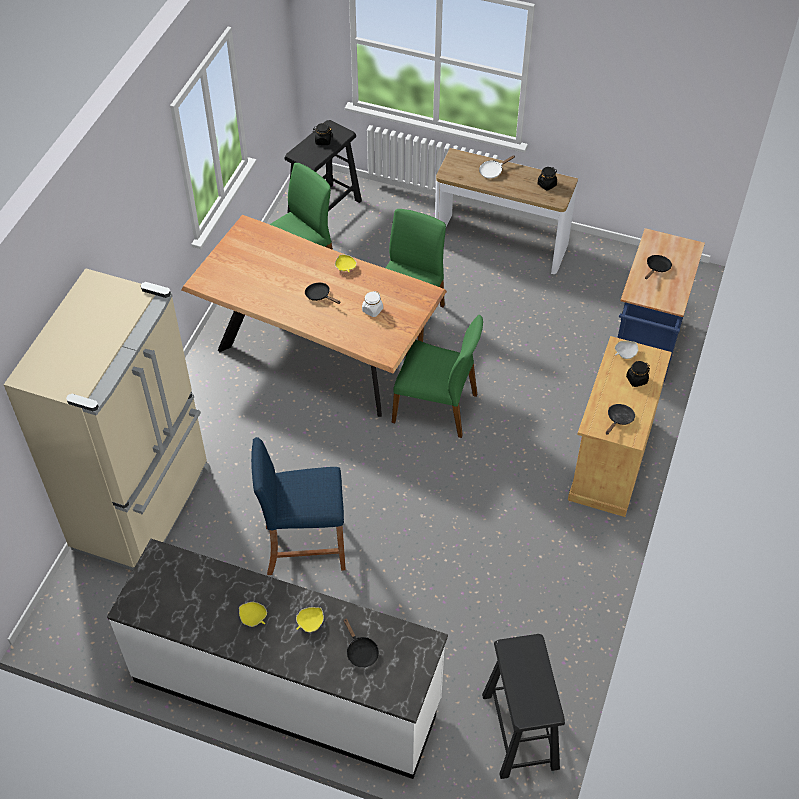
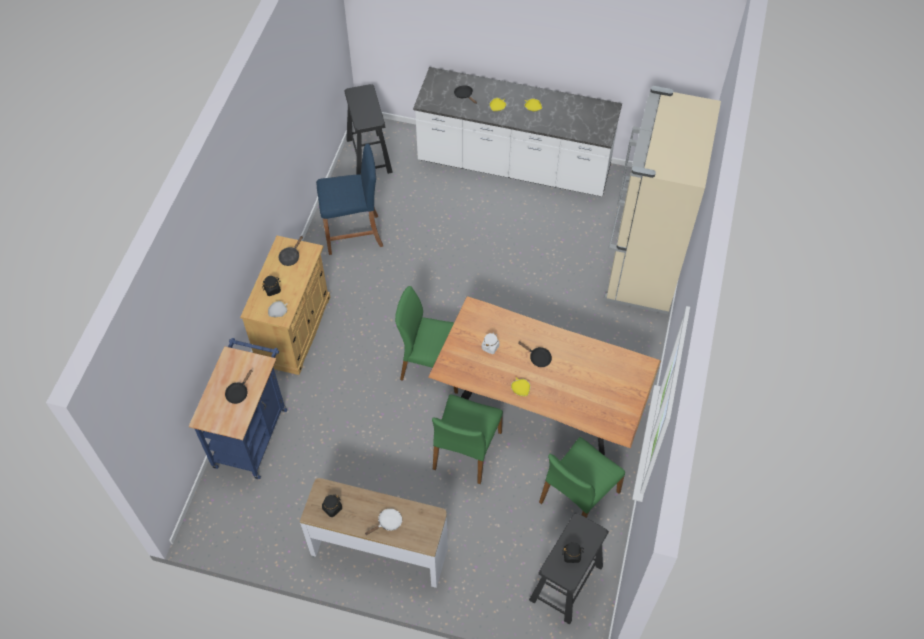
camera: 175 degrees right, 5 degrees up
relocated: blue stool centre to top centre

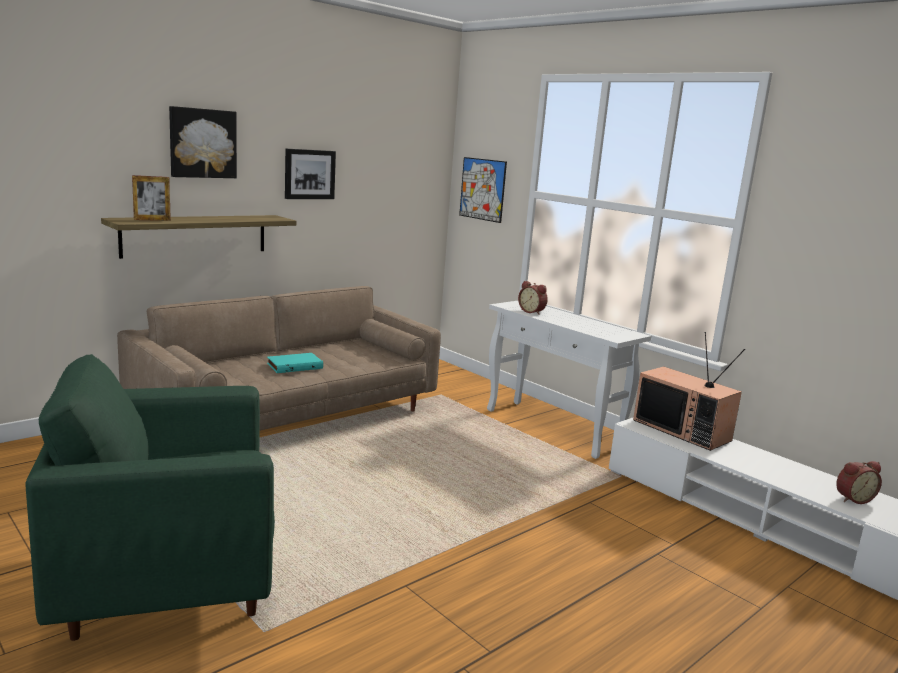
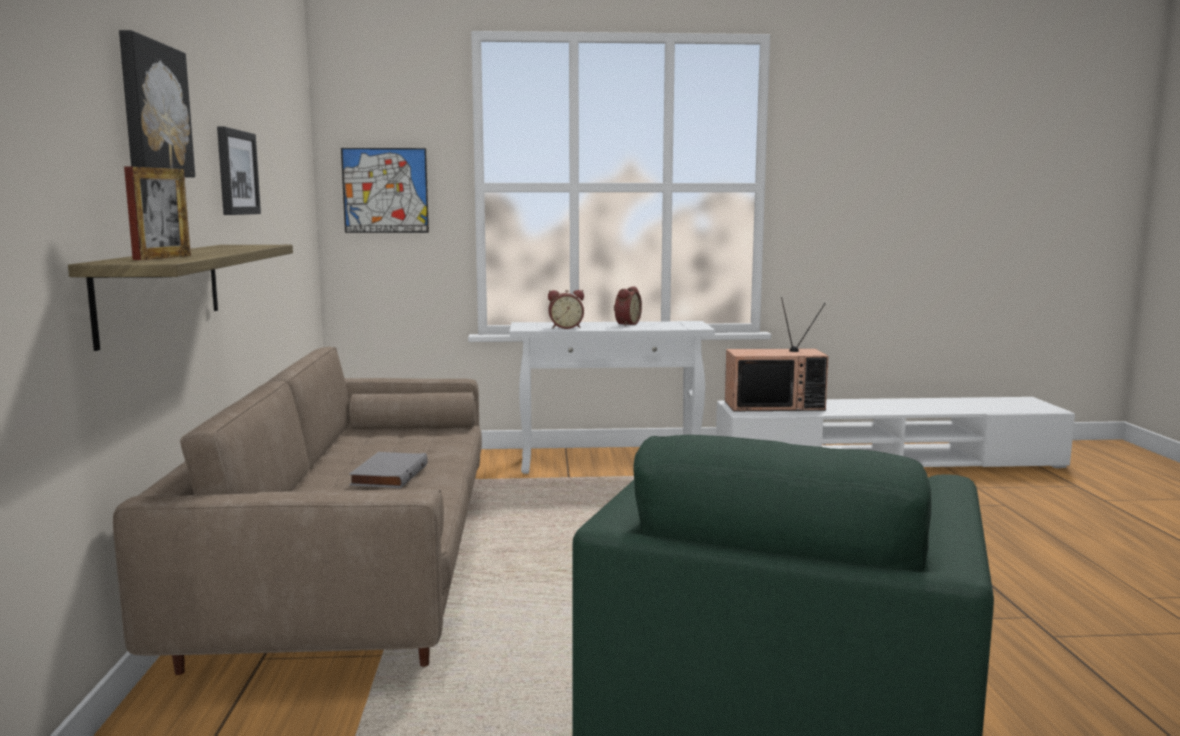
camera: 50 degrees left, 5 degrees down
relocated: alarm clock (no. 2 from left) bottom right to centre
colour: turquoise book middle left to grey book middle left

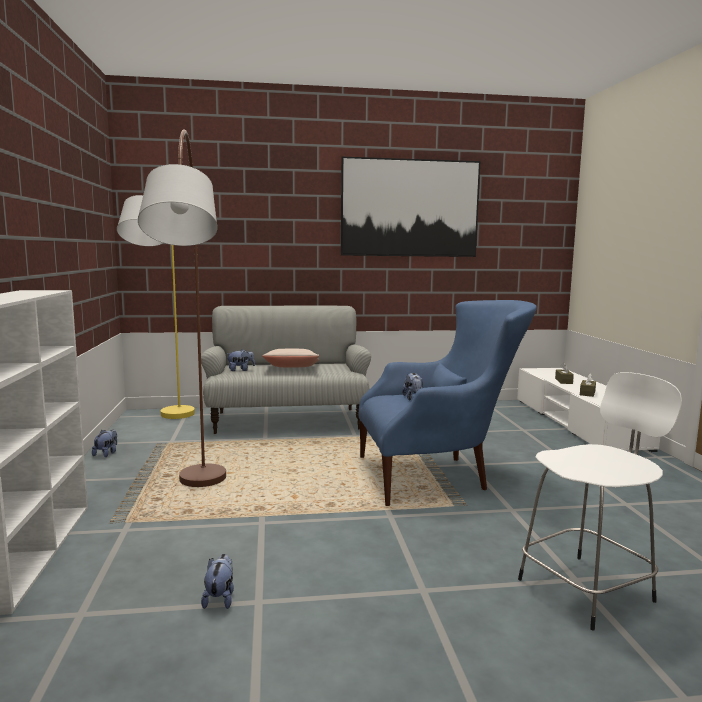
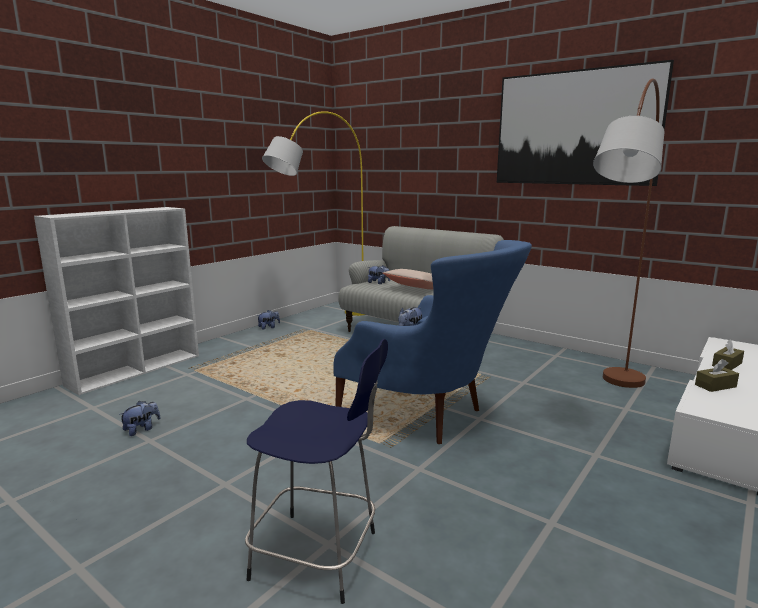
camera: 45 degrees right, 5 degrees up
relocated: brown floor lamp middle left to middle right
colour: white stool bottom right to blue stool bottom centre

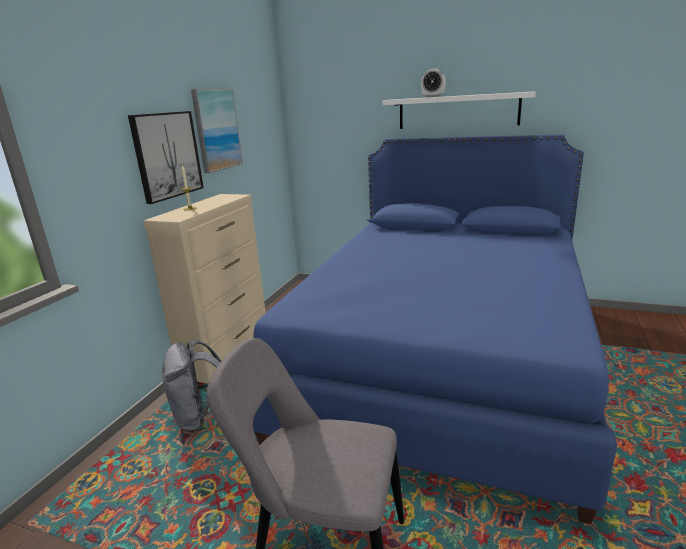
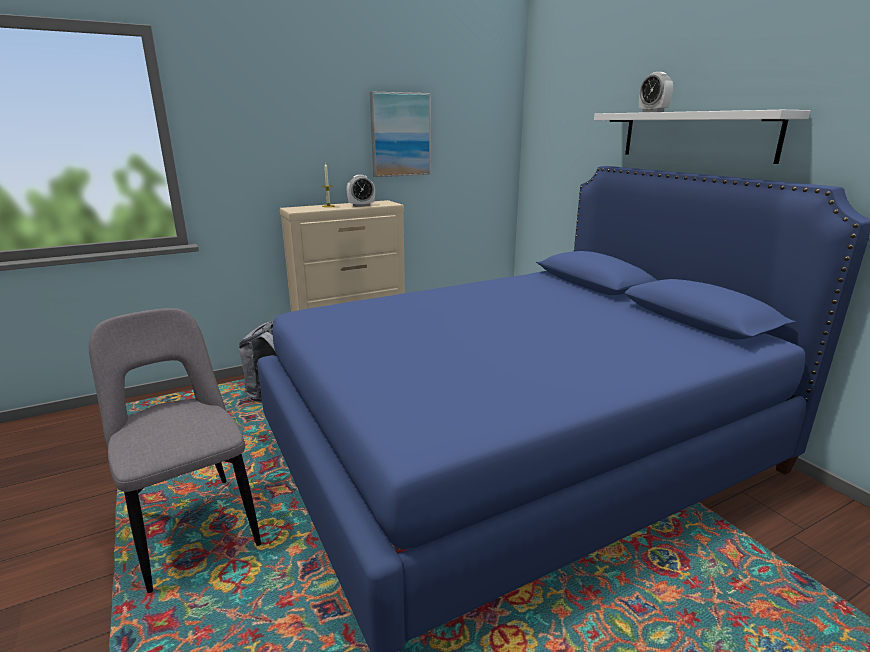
camera: 40 degrees right, 0 degrees up
missing: picture (no. 1 from left) top left
appeared: alarm clock (no. 1 from left) top centre

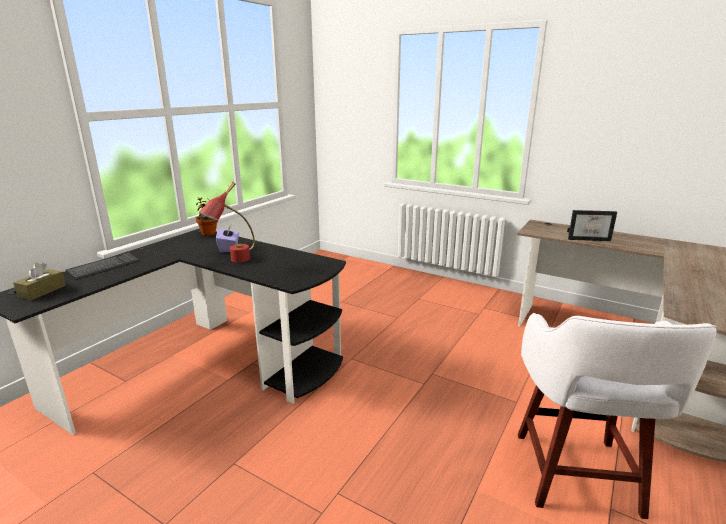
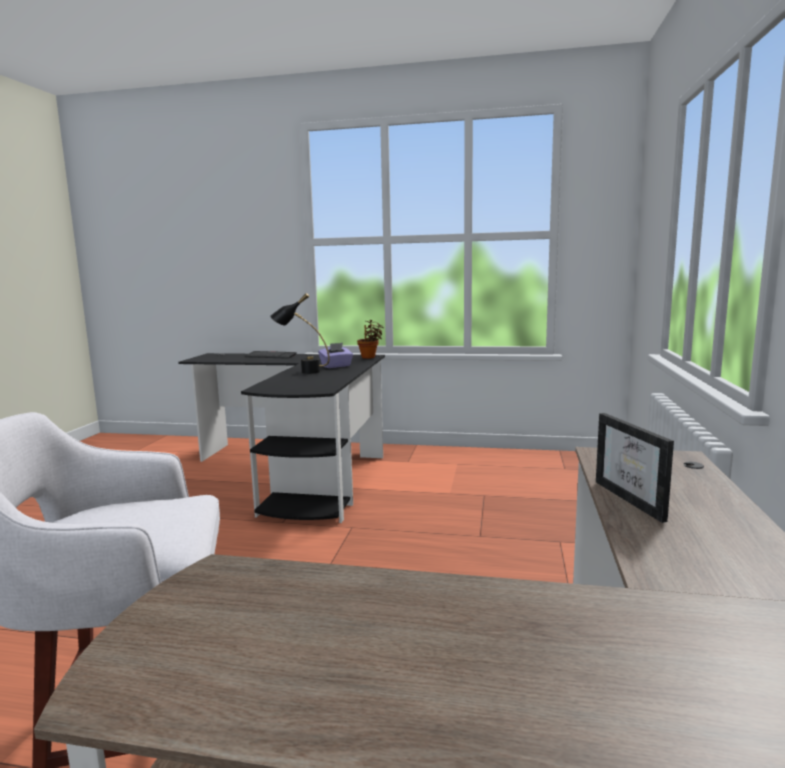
camera: 70 degrees right, 10 degrees down
missing: brown tissue box middle left
colour: red table lamp middle left to black table lamp centre

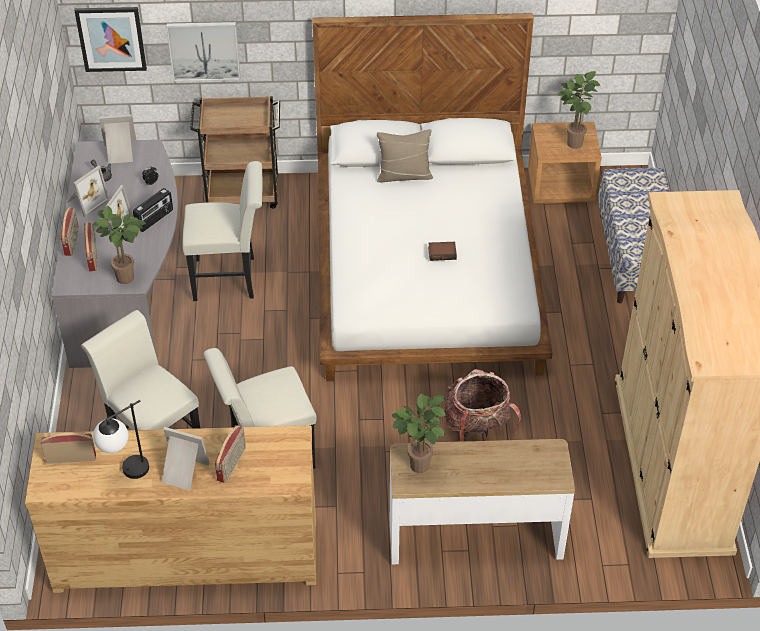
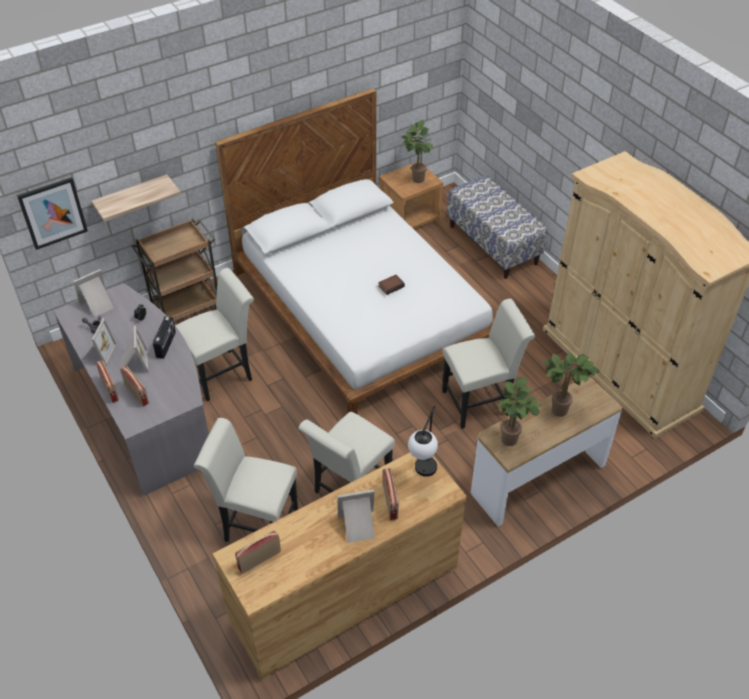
camera: 30 degrees left, 0 degrees up
missing: beige pillow top centre
relocated: potted plant (no. 1 from left in the first image) middle left to potted plant (no. 3 from left) middle right; table lamp bottom left to centre
exchanged: picture (no. 2 from left) top left to shelf top left; backpack centre to white chair (no. 4 from left) centre

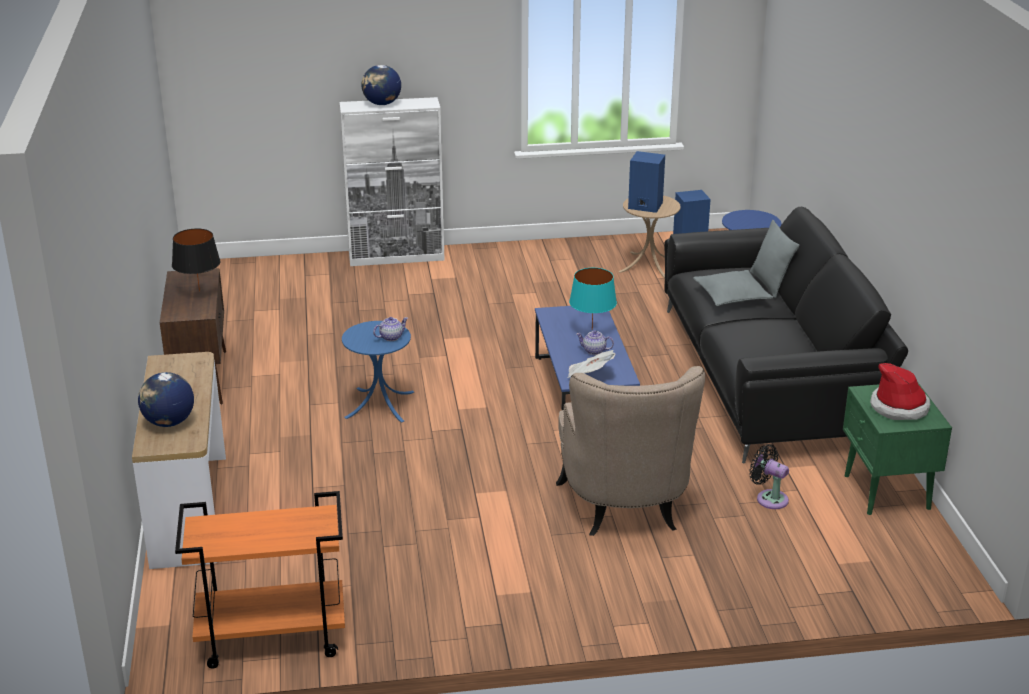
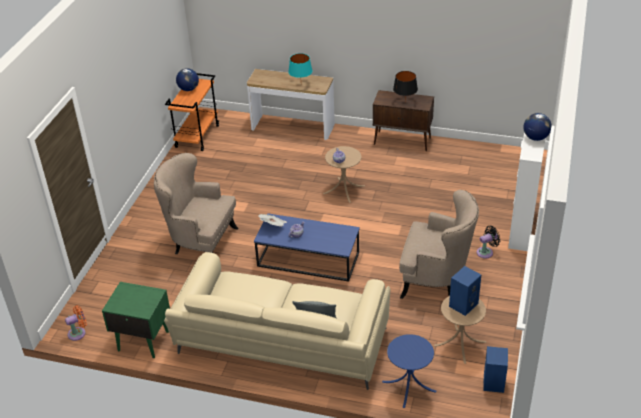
camera: 115 degrees right, 10 degrees up
missing: grey pillow (no. 1 from left) middle right; hat middle right
appeared: orange fan bottom left; beige armchair (no. 2 from left) middle right
relocated: globe (no. 1 from left) middle left to top left; turquoise table lamp centre to top centre; black fan bottom right to middle right
colour: blue side table (no. 1 from left) centre to beige side table (no. 1 from left) centre; black sofa middle right to beige sofa bottom centre

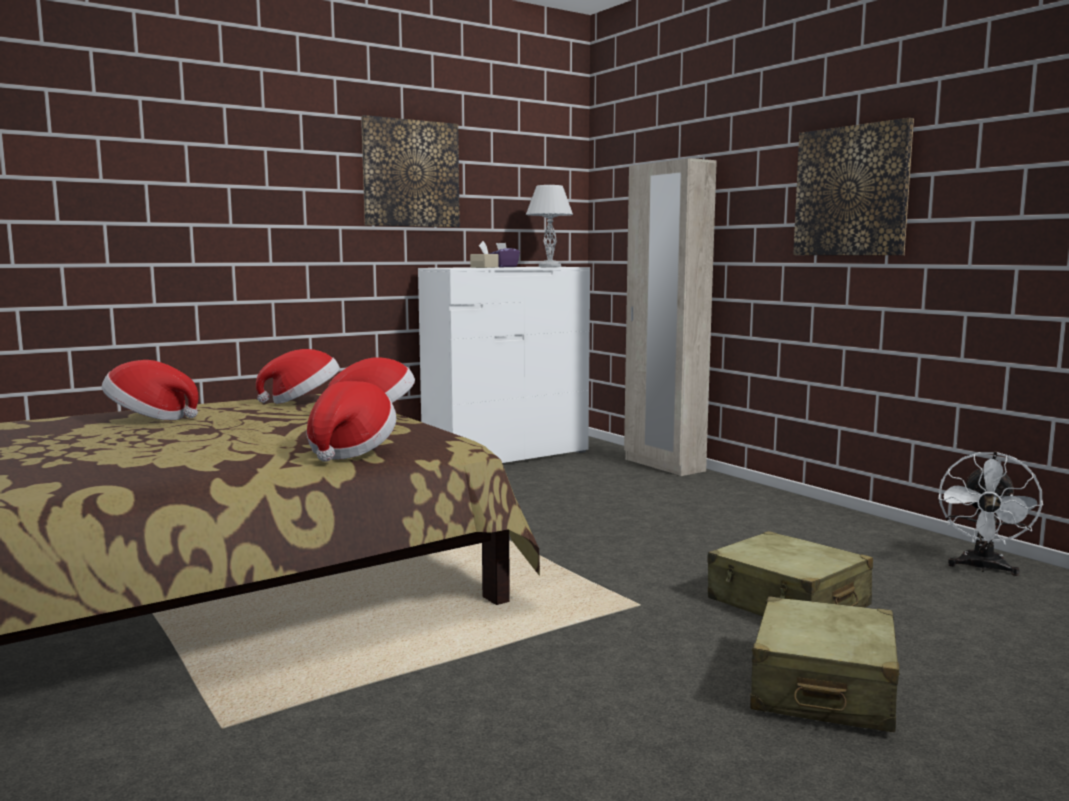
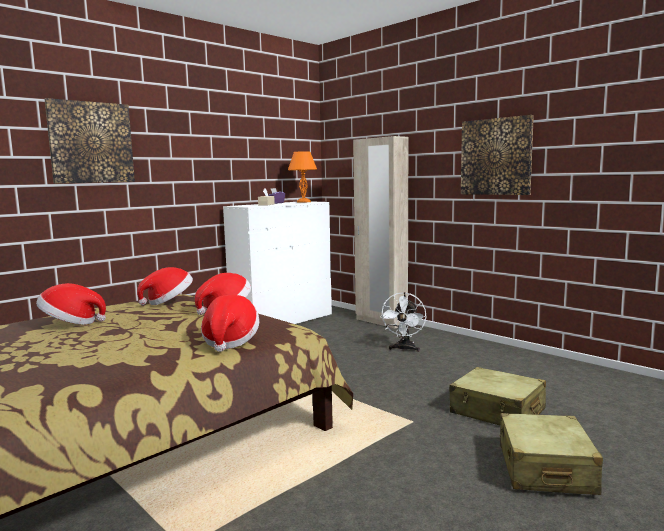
camera: 10 degrees left, 0 degrees up
relocated: picture (no. 1 from left) top centre to top left; white fan middle right to centre
colour: white table lamp top centre to orange table lamp top centre

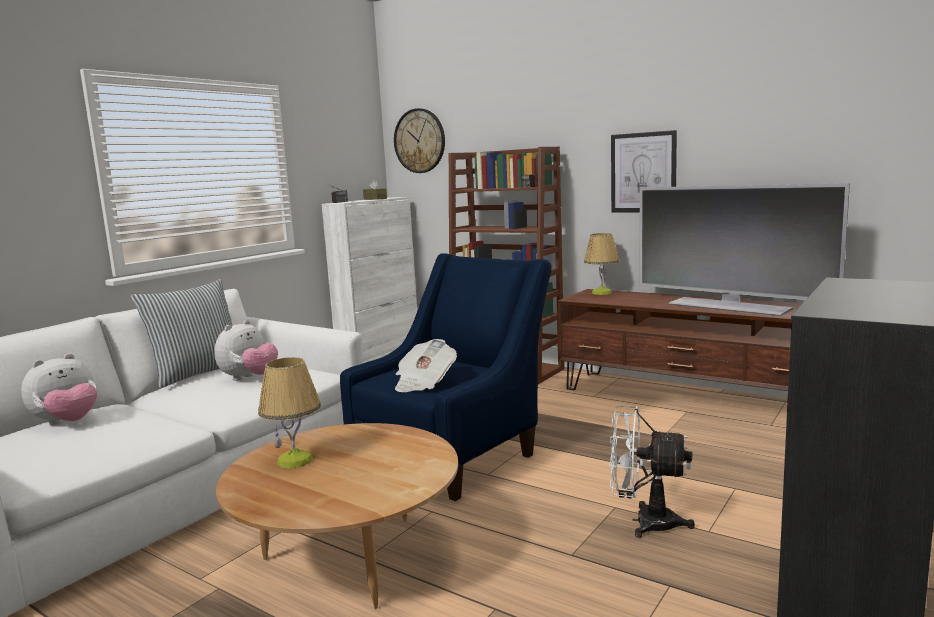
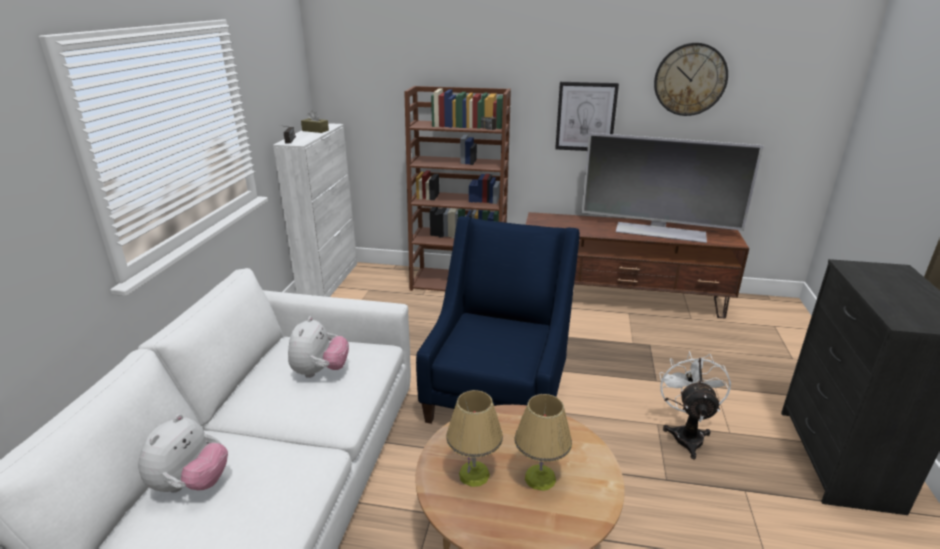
camera: 25 degrees left, 15 degrees up
missing: pillow middle left; newspaper centre
relocated: wall clock top centre to top right; table lamp (no. 2 from left) centre to bottom centre
spun: white fan bottom right = bottom right 105 degrees clockwise

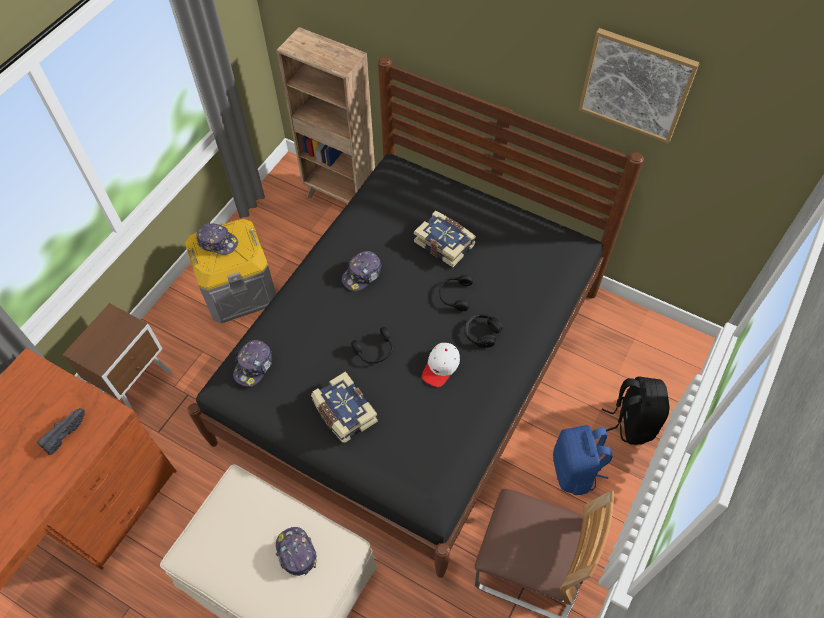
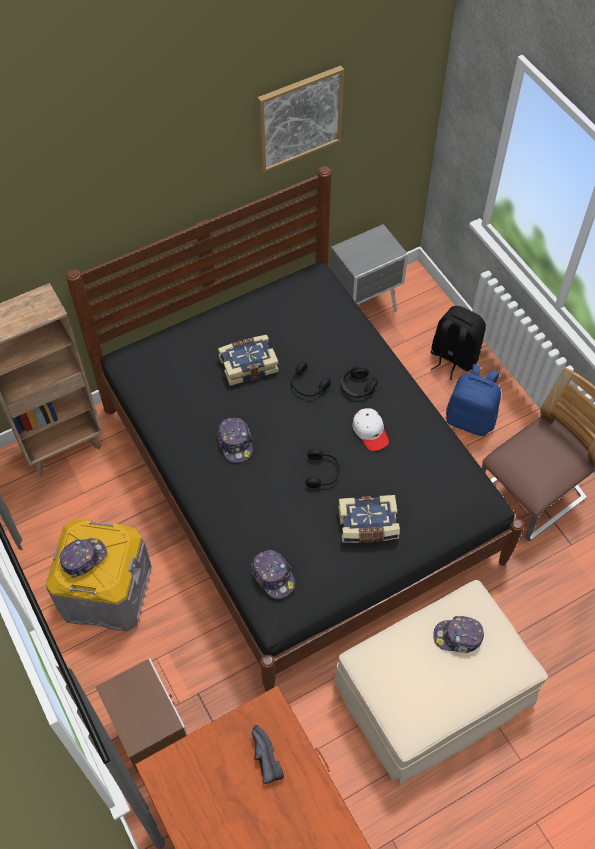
camera: 60 degrees left, 0 degrees up
appeared: grey nightstand top centre

